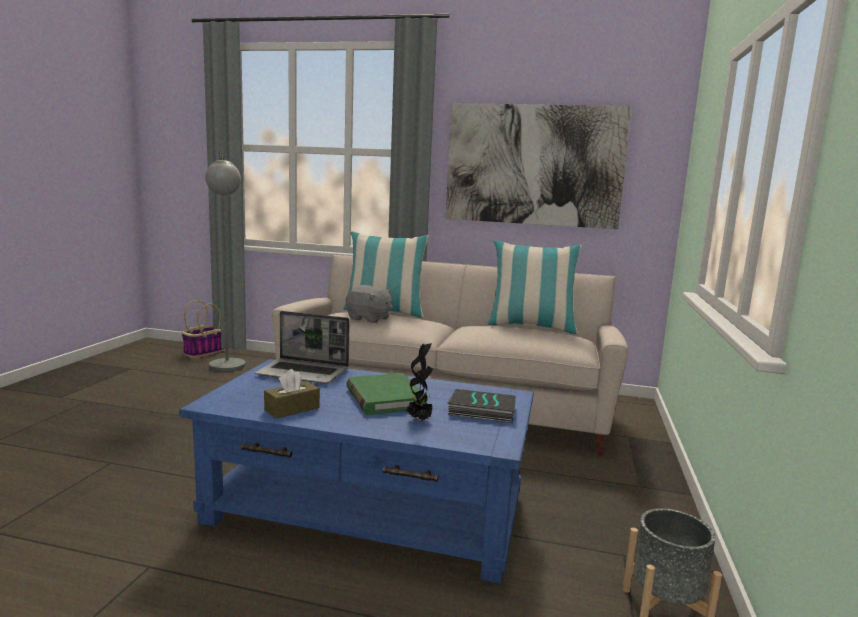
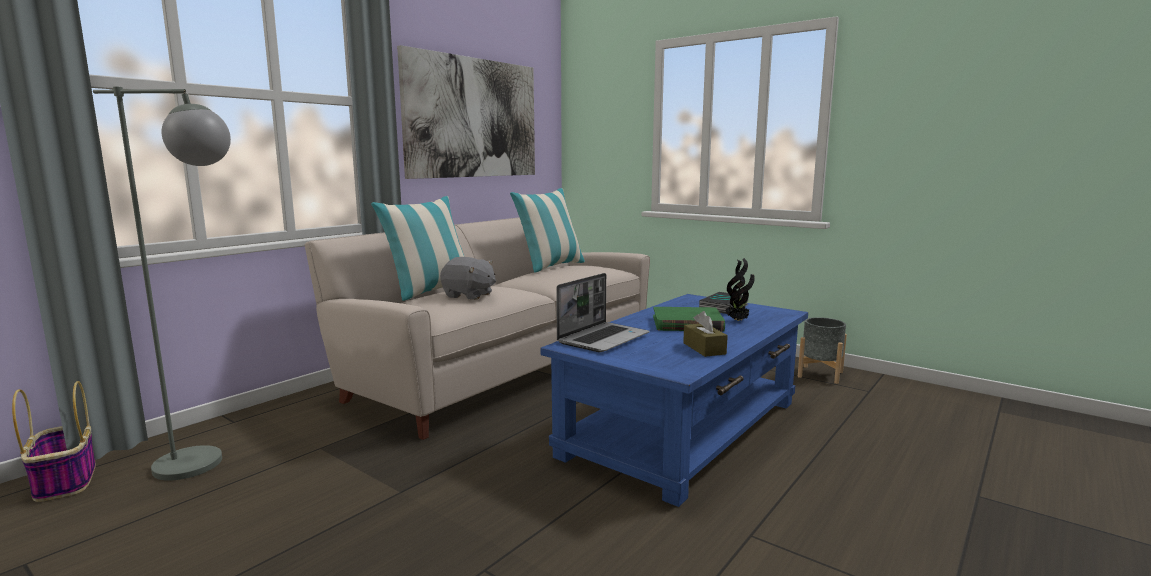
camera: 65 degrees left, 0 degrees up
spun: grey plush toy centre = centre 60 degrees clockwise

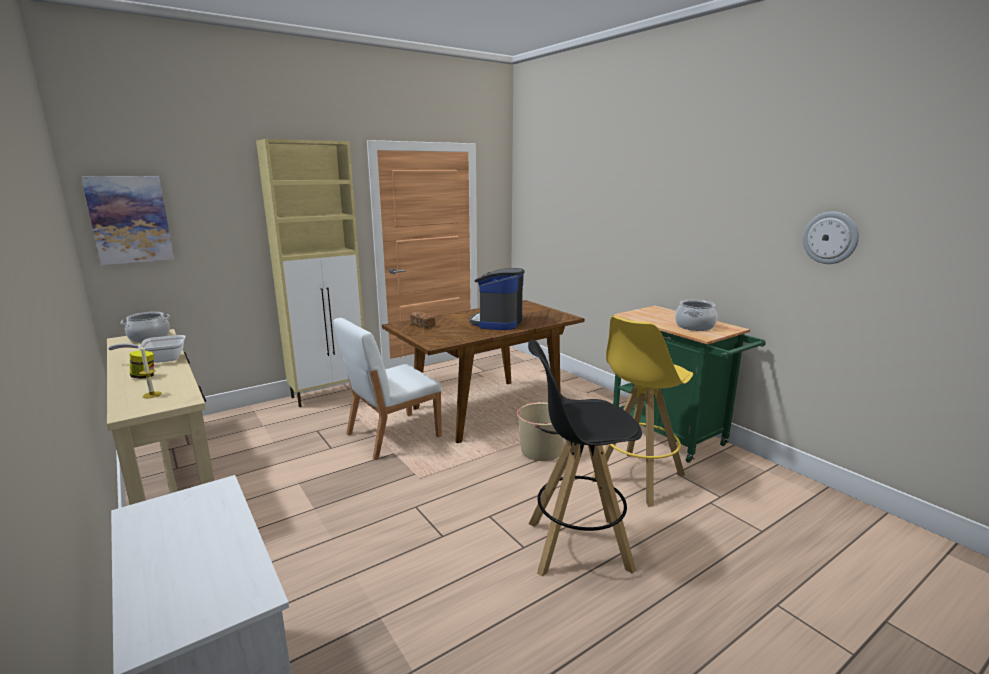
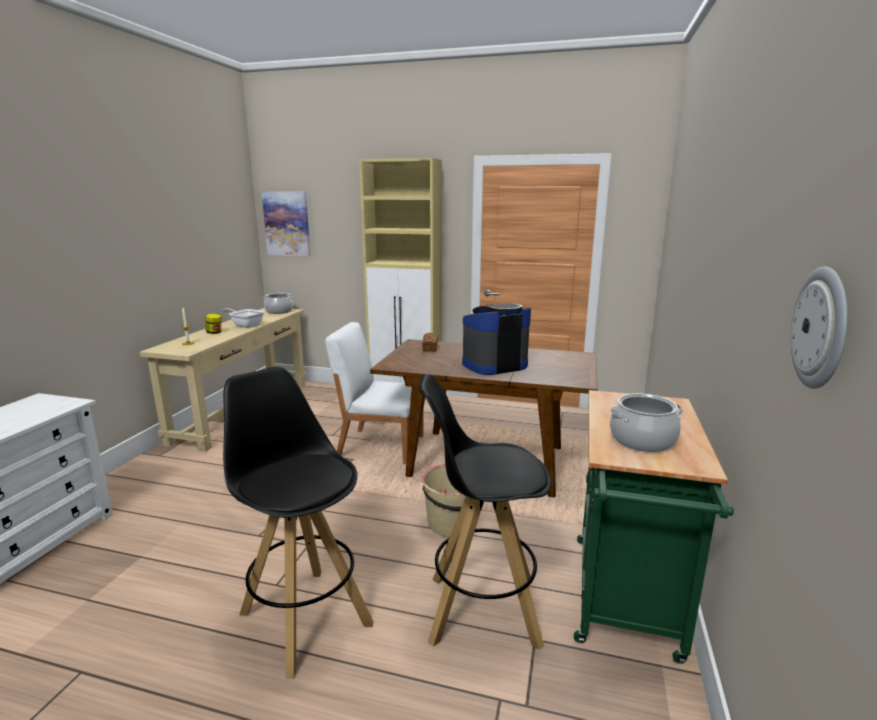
camera: 50 degrees right, 0 degrees up
colour: yellow stool centre to black stool (no. 2 from left) bottom centre

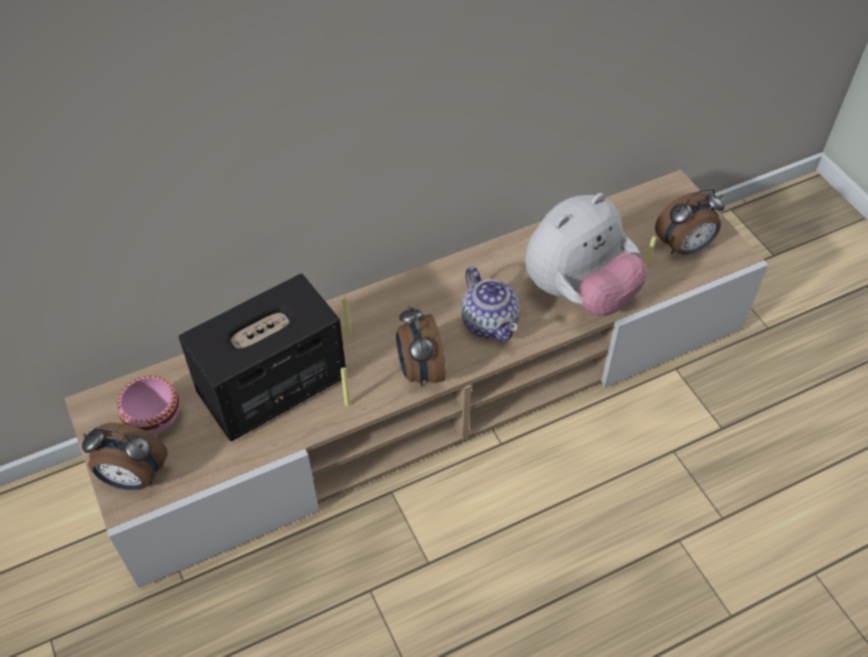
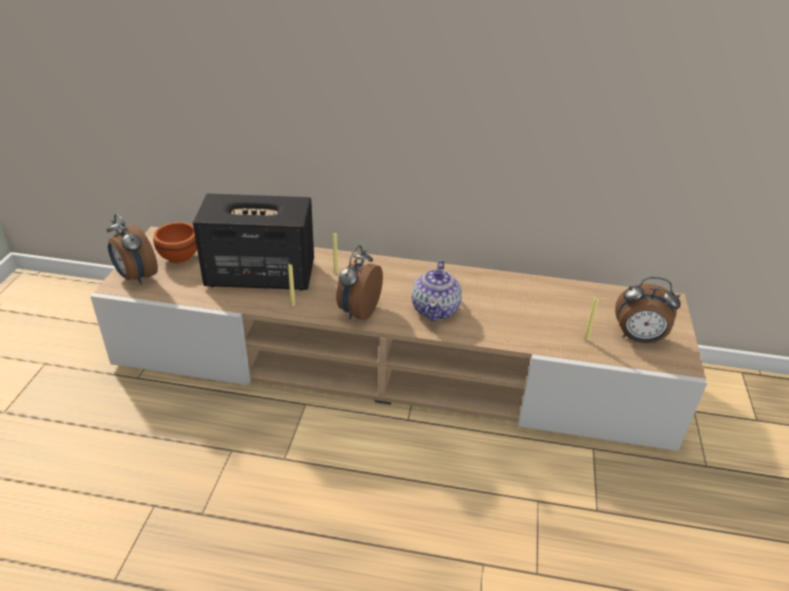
camera: 35 degrees right, 15 degrees down
missing: plush toy middle right
colour: pink bowl middle left to brown bowl middle left

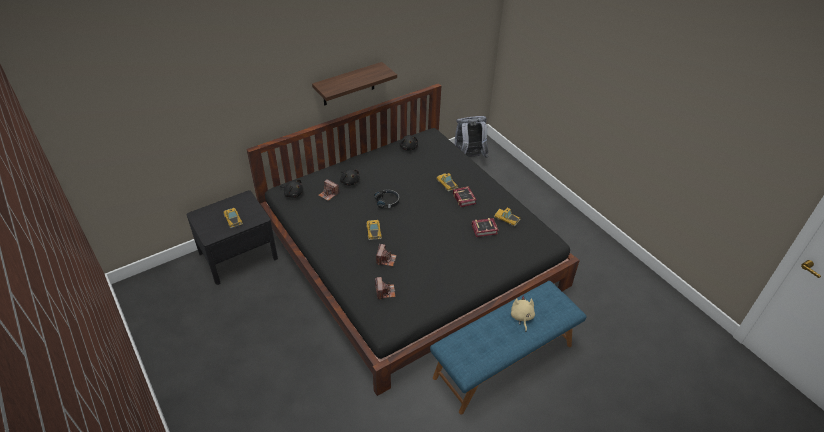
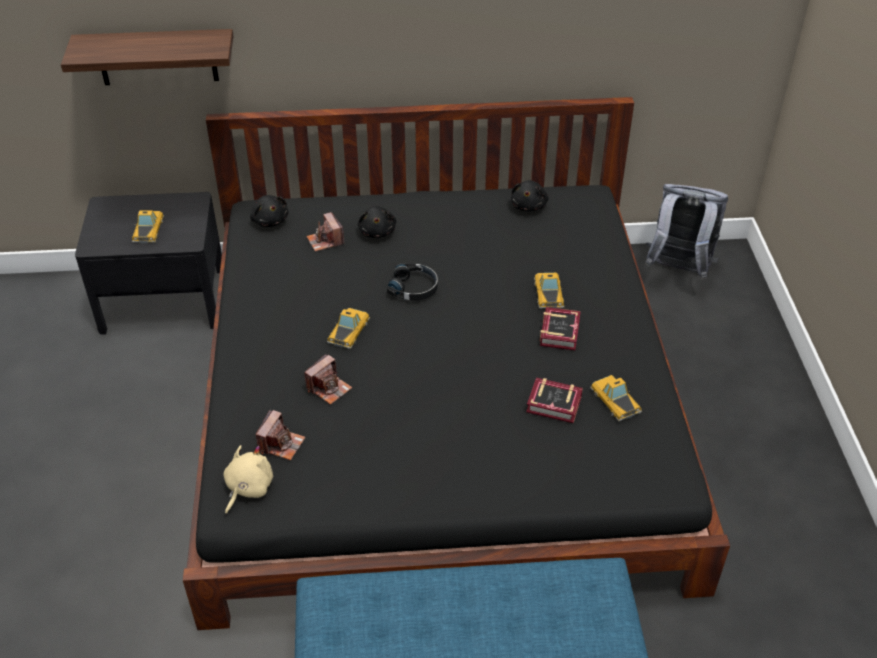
camera: 30 degrees right, 0 degrees up
relocated: shelf top centre to top left; beige plush toy bottom centre to bottom left

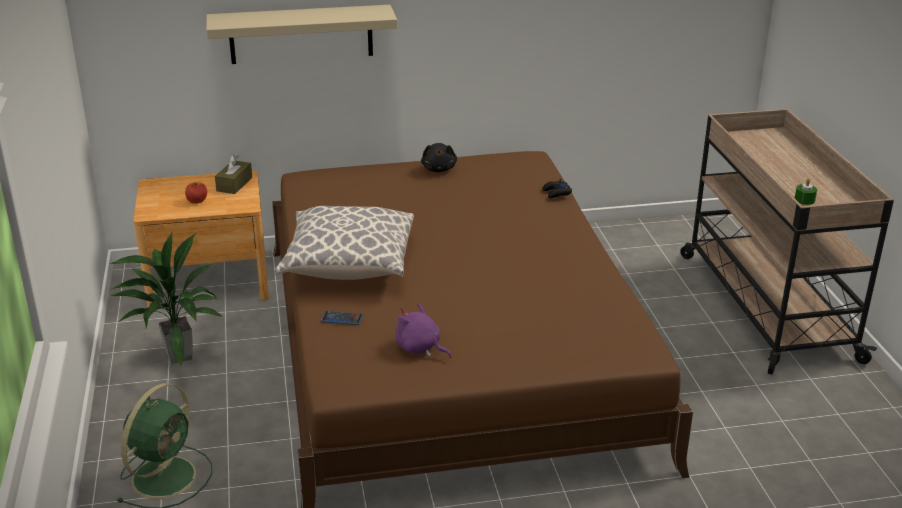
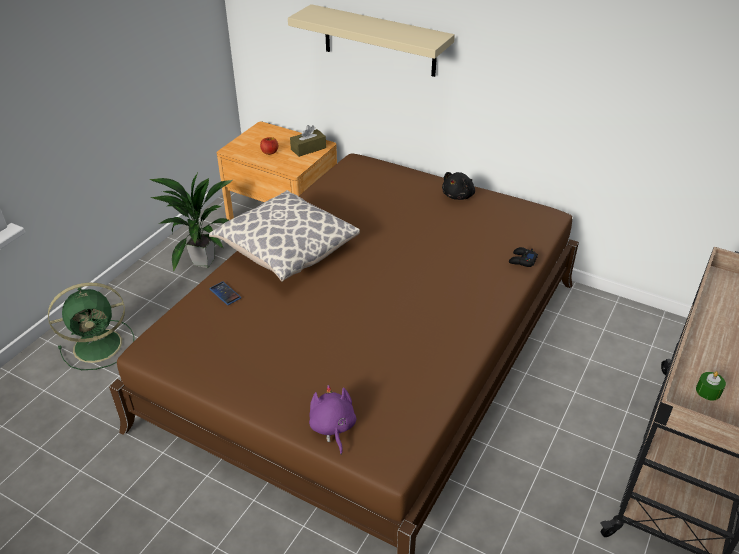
camera: 40 degrees right, 10 degrees up
relocated: purple plush toy centre to bottom centre

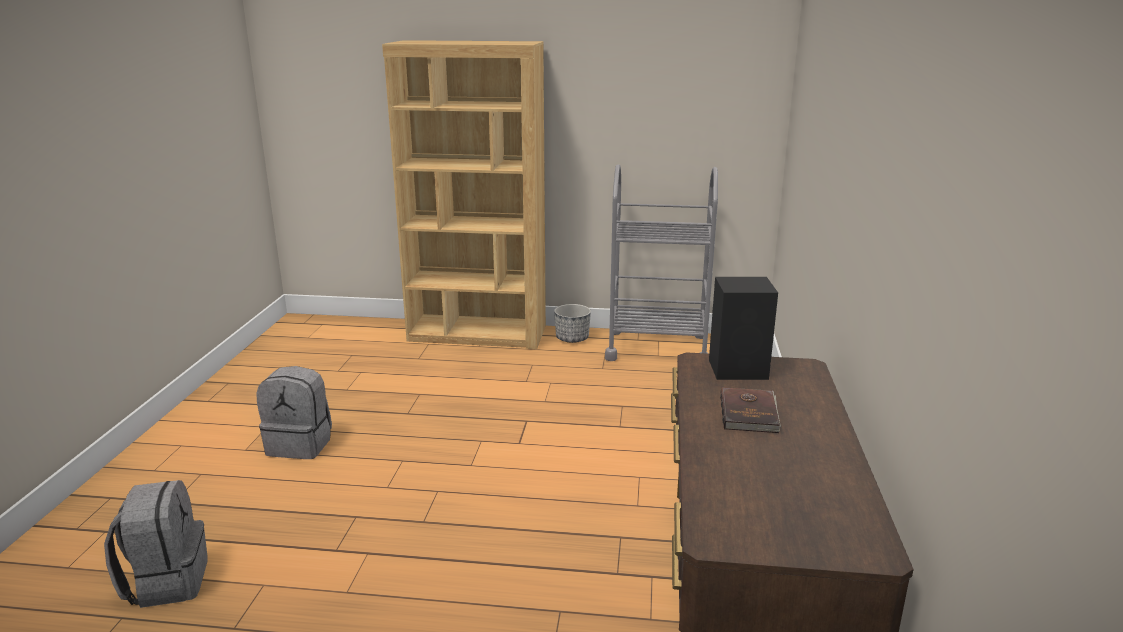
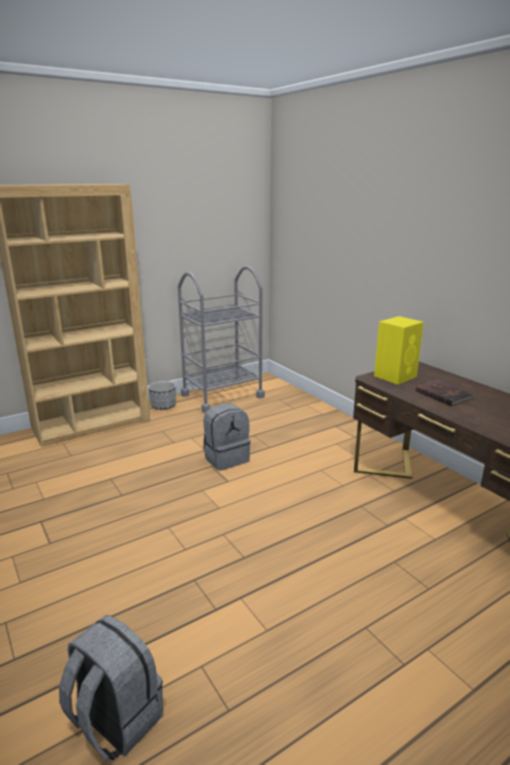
camera: 40 degrees left, 0 degrees up
relocated: grey backpack (no. 2 from left) middle left to centre
colour: black speaker centre to yellow speaker middle right

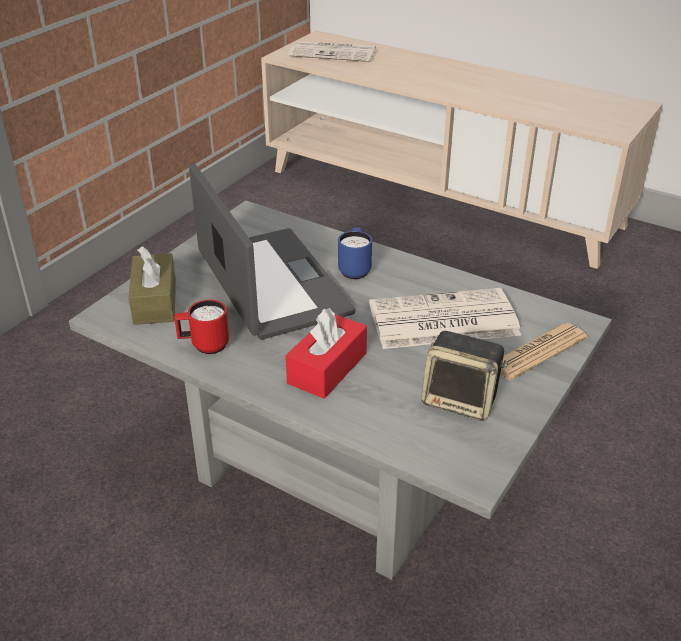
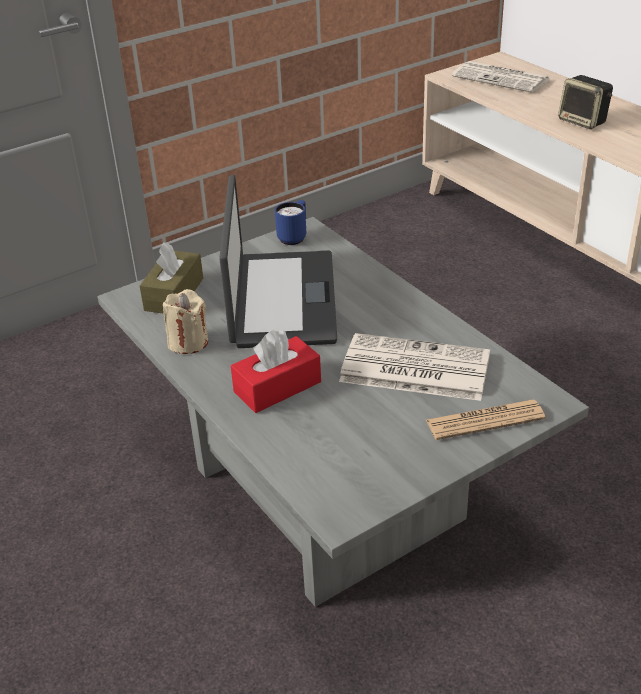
camera: 25 degrees right, 0 degrees up
relocated: blue mug centre to top centre; speaker middle right to top right
exchanged: red mug middle left to beige candle middle left

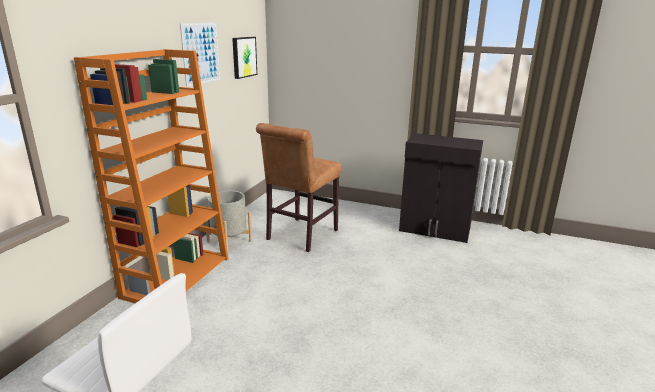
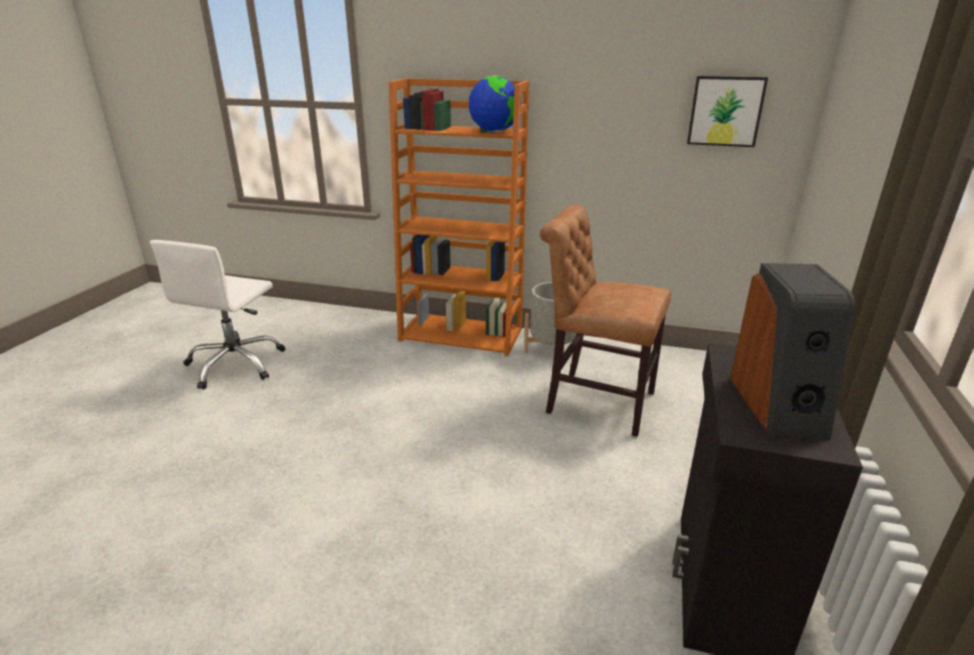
camera: 85 degrees right, 5 degrees up
missing: picture (no. 1 from left) top left
appeared: globe top centre; speaker middle right

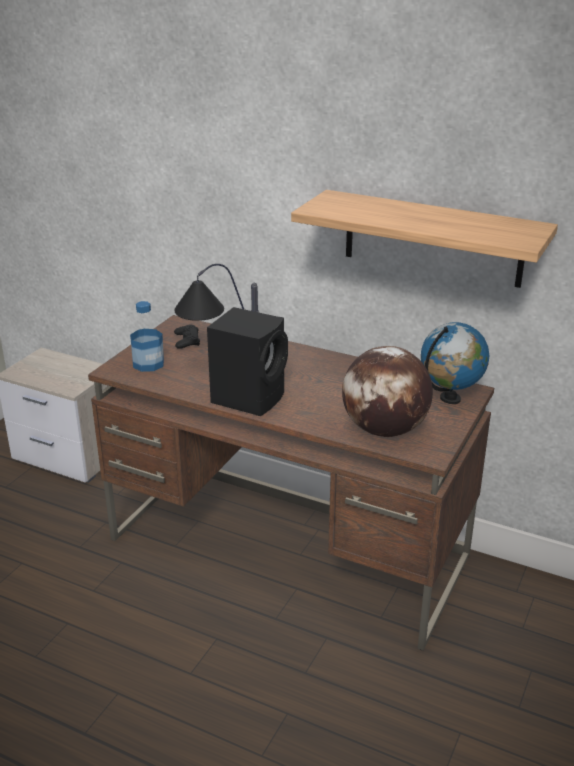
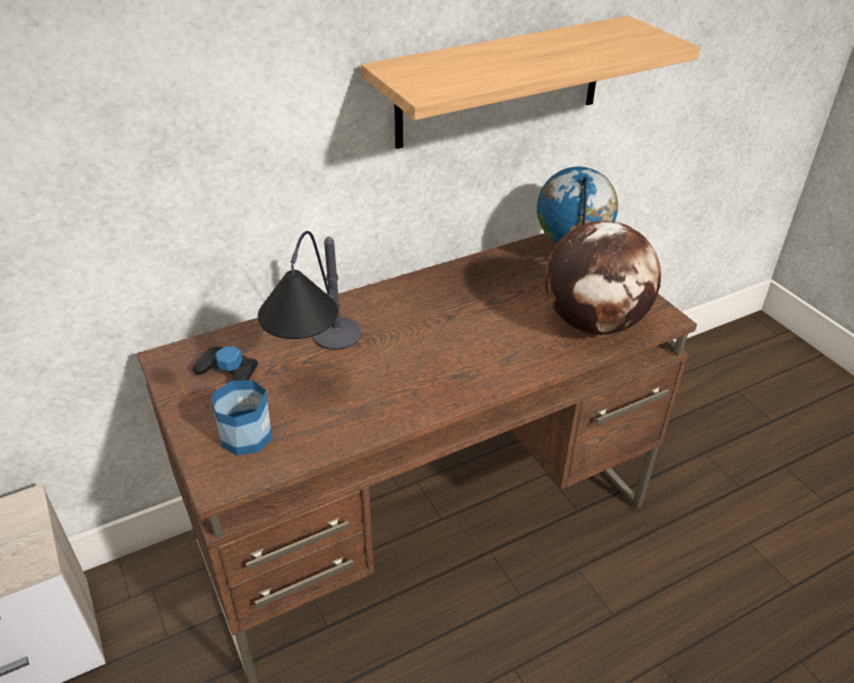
camera: 55 degrees left, 10 degrees up
missing: black speaker centre

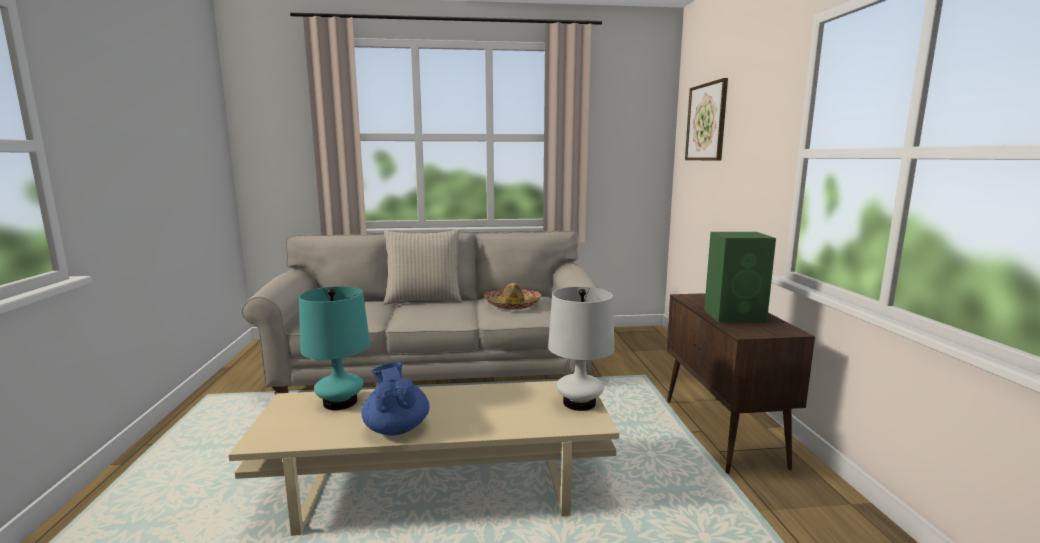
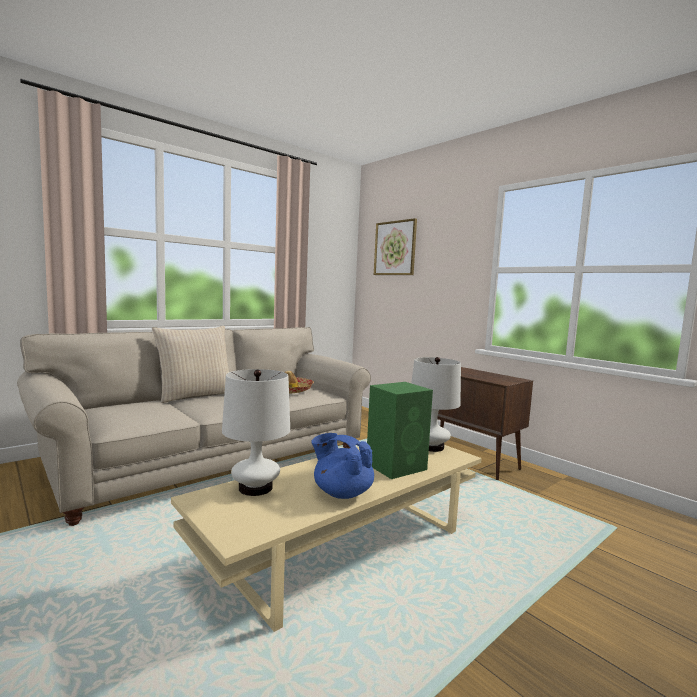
camera: 35 degrees left, 5 degrees down
relocated: green speaker middle right to centre
colour: turquoise table lamp middle left to white table lamp (no. 1 from left) centre

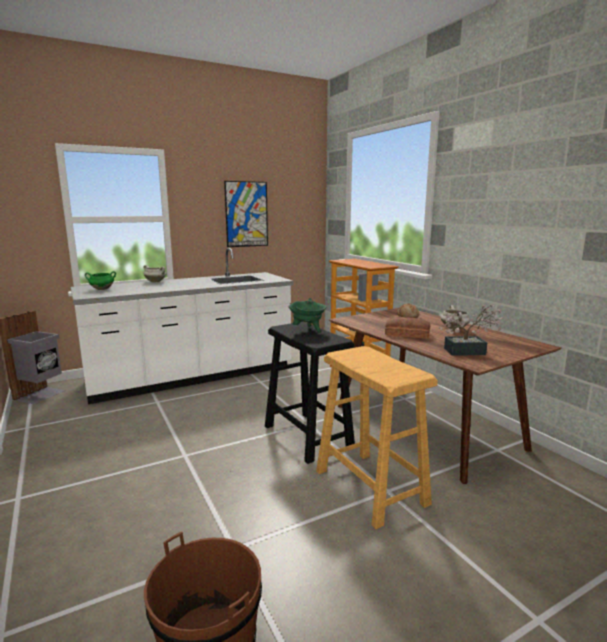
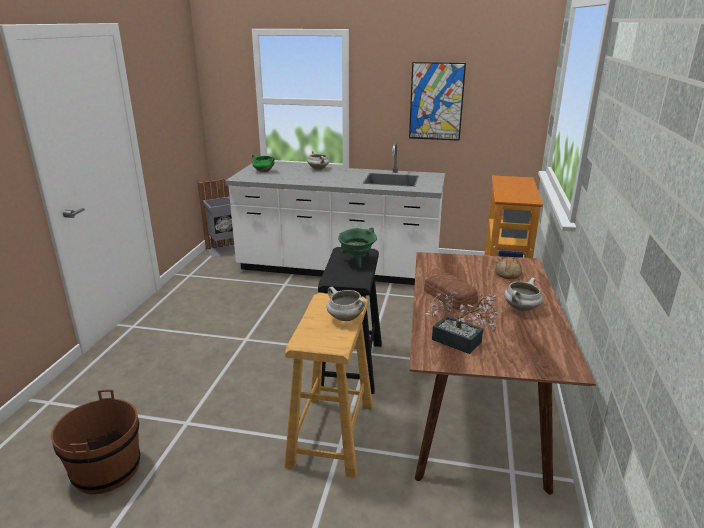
camera: 40 degrees right, 10 degrees up
appeared: white cooking pot (no. 2 from left) centre

